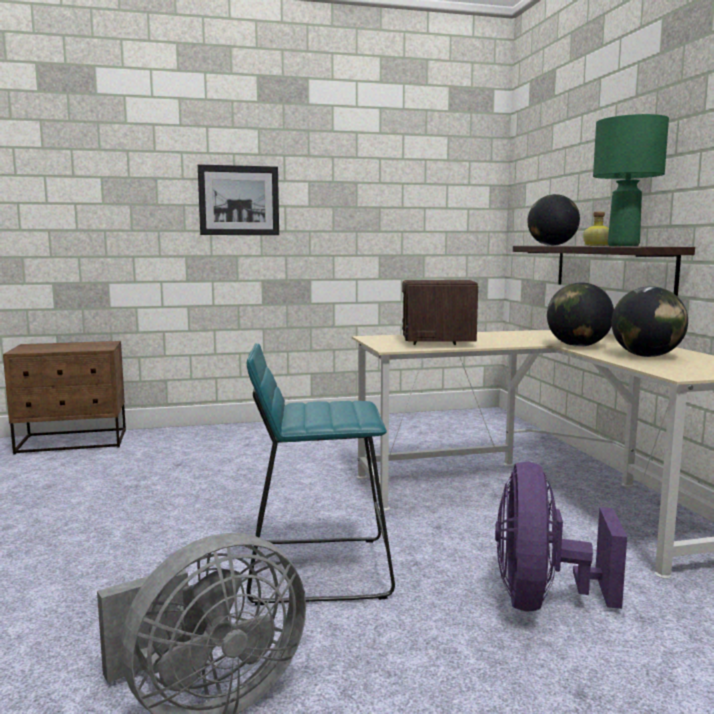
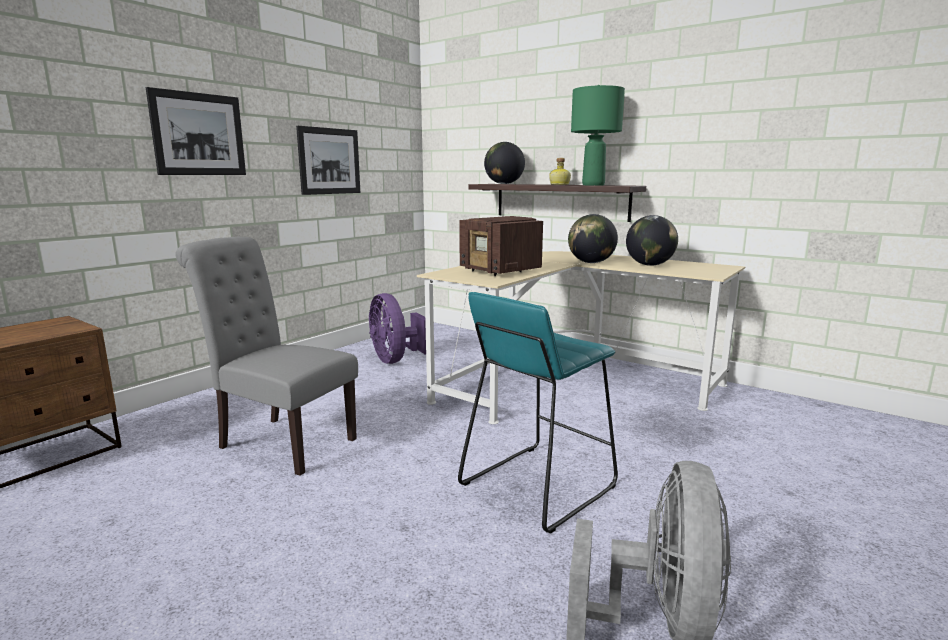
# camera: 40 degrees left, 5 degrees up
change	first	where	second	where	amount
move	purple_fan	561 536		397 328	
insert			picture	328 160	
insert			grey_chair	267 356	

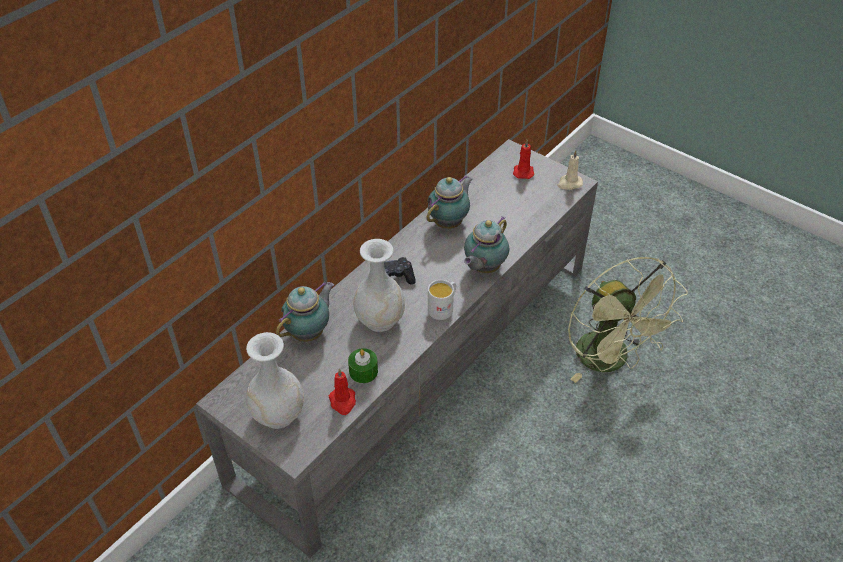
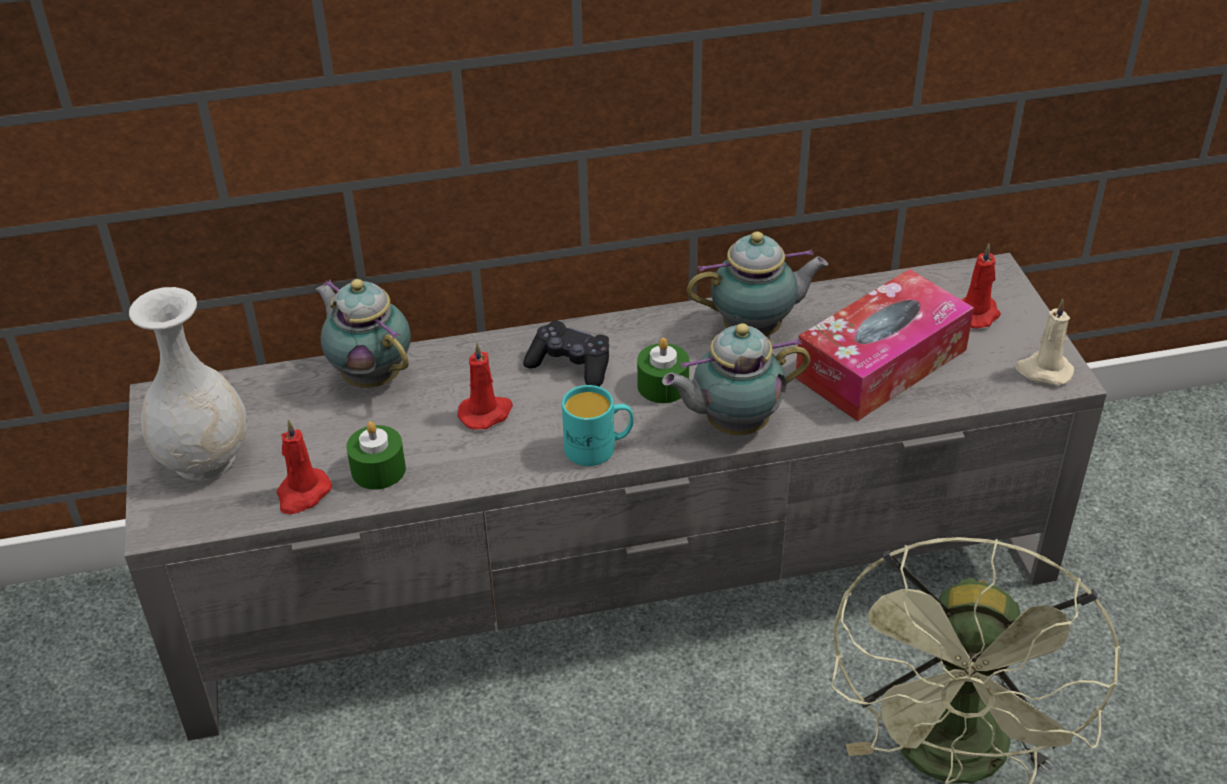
# camera: 40 degrees right, 5 degrees down
change	first	where	second	where	amount
replace	white_vase	379 285	red_candle	485 386	
recolor	white_mug	442 300	turquoise_mug	598 425	
rotate	teapot	305 312		363 333	120 degrees counterclockwise
insert			tissue_box	885 345	
insert			green_candle	663 370	

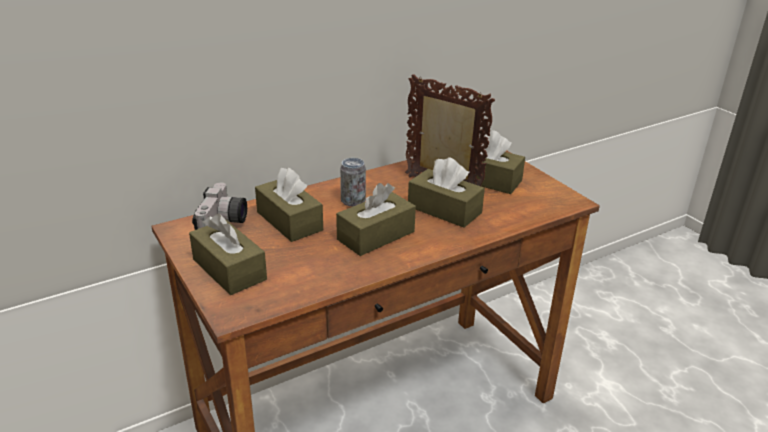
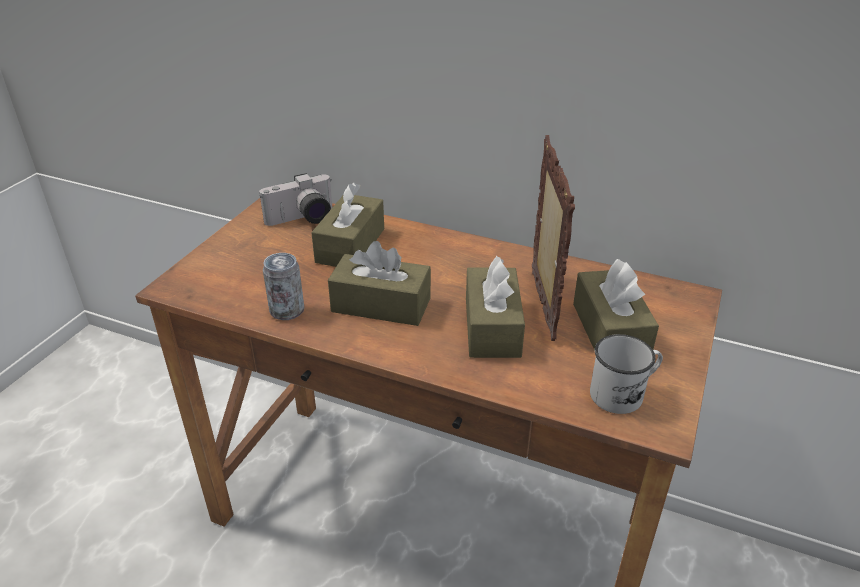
# camera: 55 degrees right, 5 degrees up
change	first	where	second	where	amount
move	can	353 182		283 286	
delete	brown_tissue_box	228 254			
insert			white_mug	626 374	

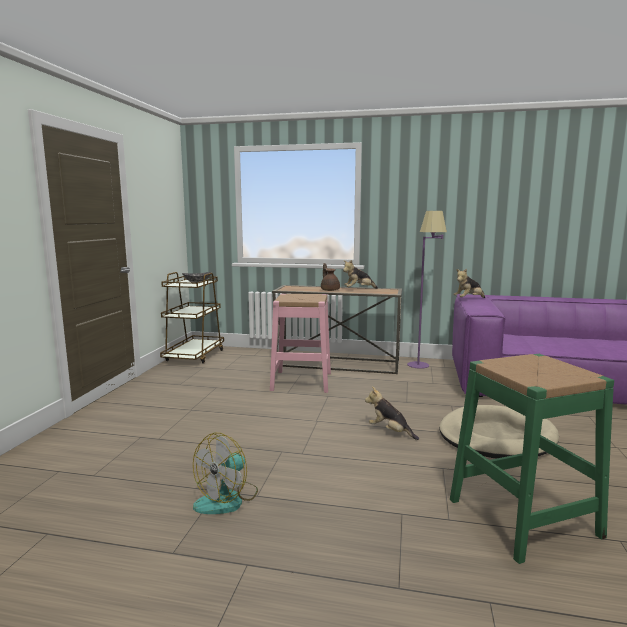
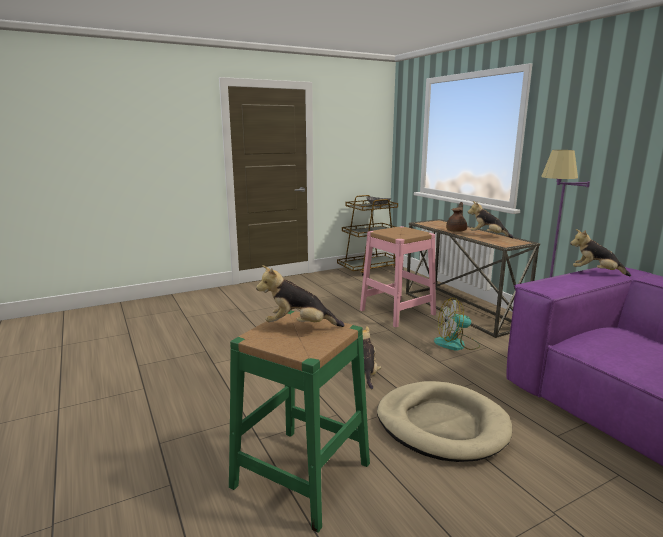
# camera: 50 degrees right, 5 degrees up
change	first	where	second	where	amount
move	fan	225 473		457 324	
insert			plush_toy	300 296	

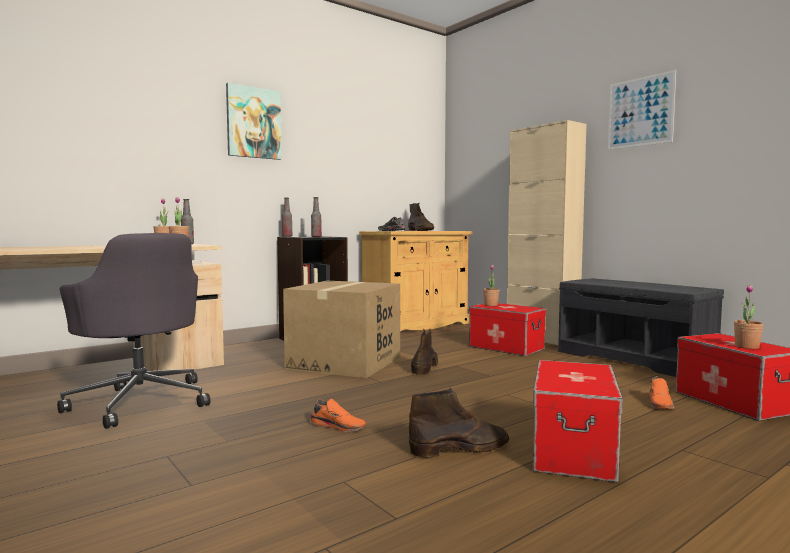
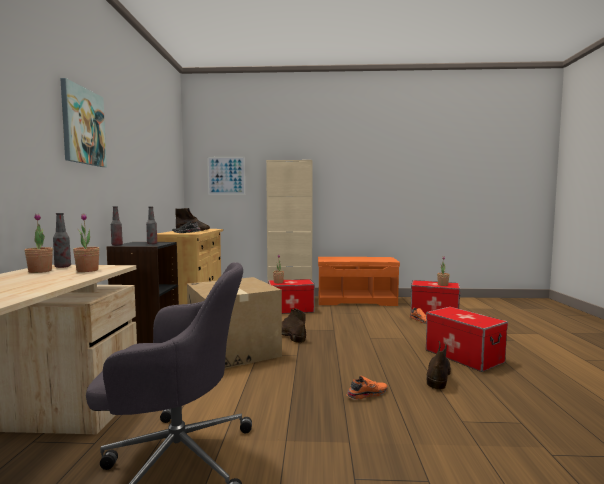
# camera: 50 degrees left, 0 degrees up
change	first	where	second	where	amount
move	picture	642 110		226 176	
recolor	grey_bench	641 327	orange_bench	359 281	

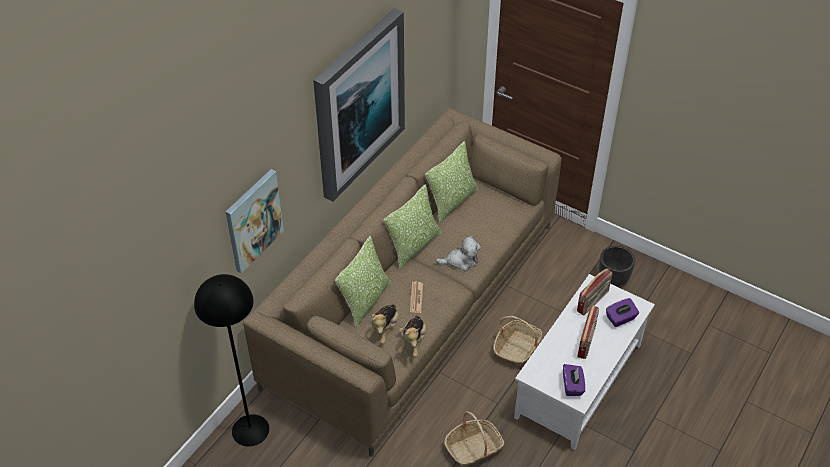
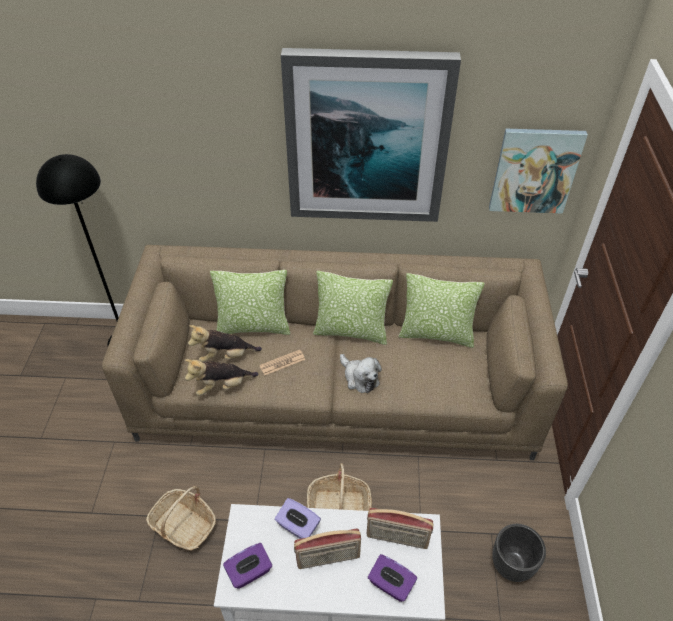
# camera: 60 degrees right, 0 degrees up
change	first	where	second	where	amount
move	picture	255 221		538 171	
insert			purple_tissue_box	298 518	

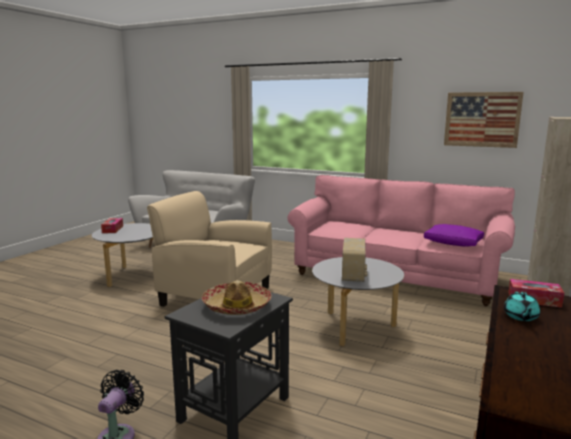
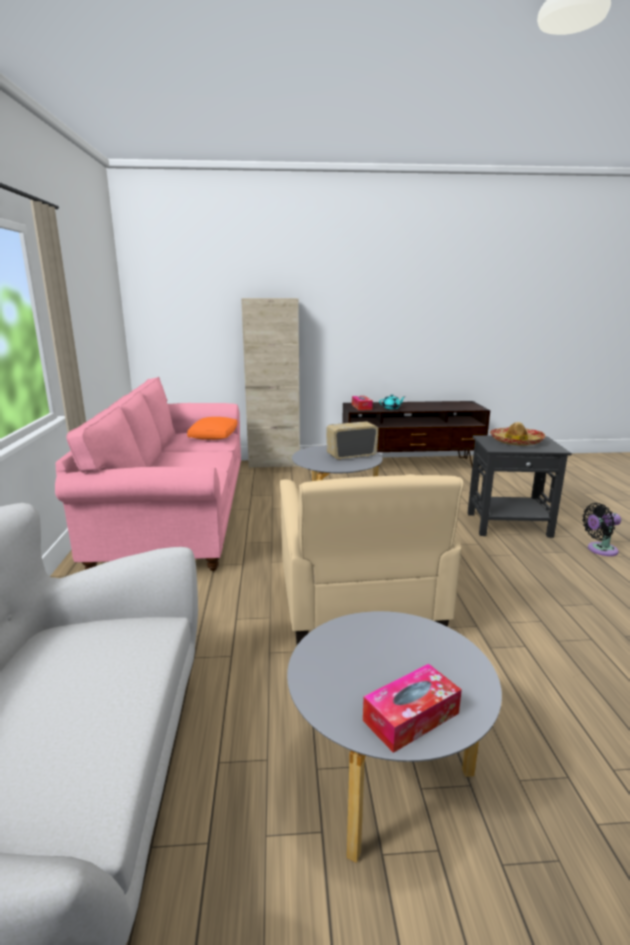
# camera: 120 degrees left, 5 degrees up
change	first	where	second	where	amount
delete	picture	484 120			
recolor	purple_pillow	454 235	orange_pillow	212 428	

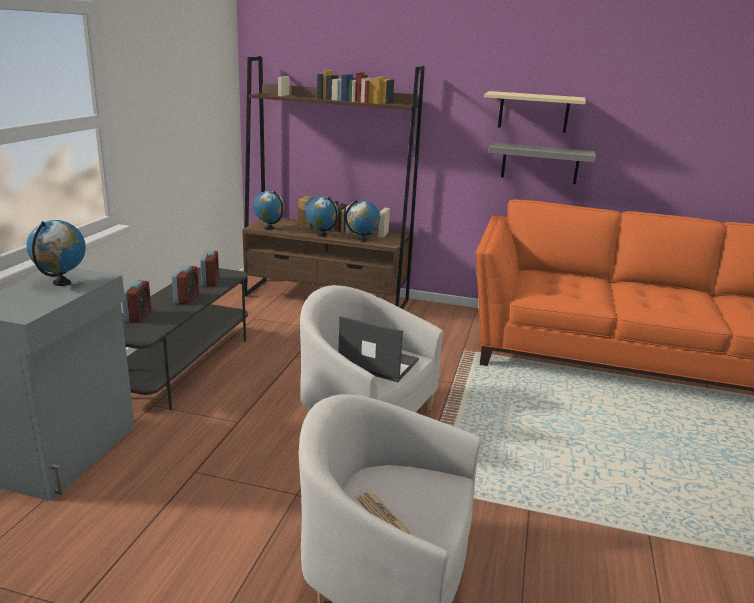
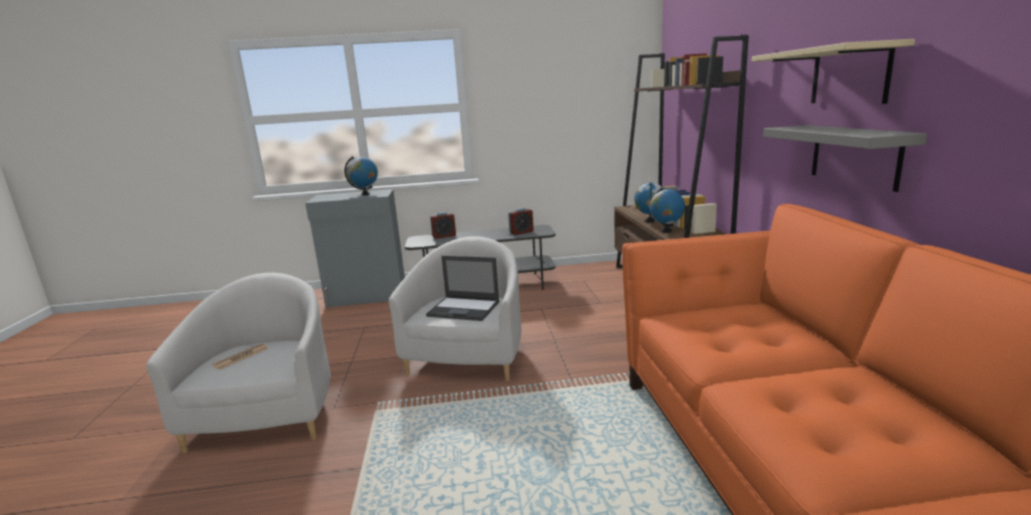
# camera: 70 degrees right, 5 degrees down
change	first	where	second	where	amount
delete	globe	269 210			
delete	alarm_clock	185 285			
rotate	laptop	378 349		462 288	105 degrees clockwise

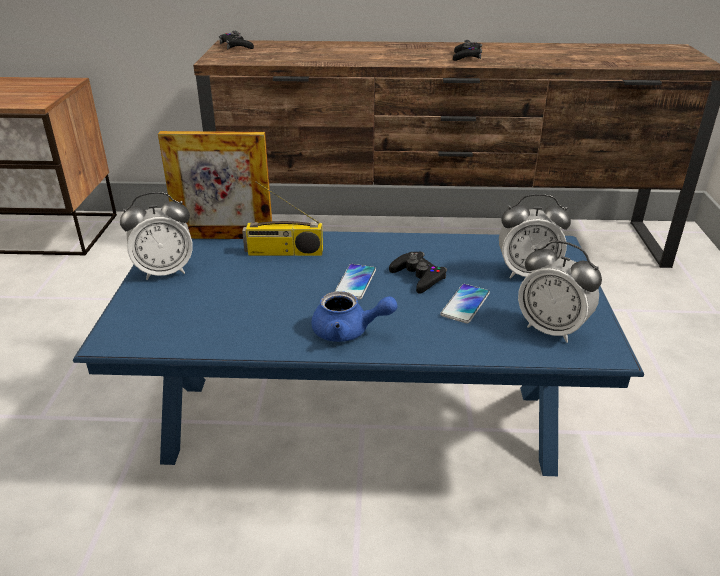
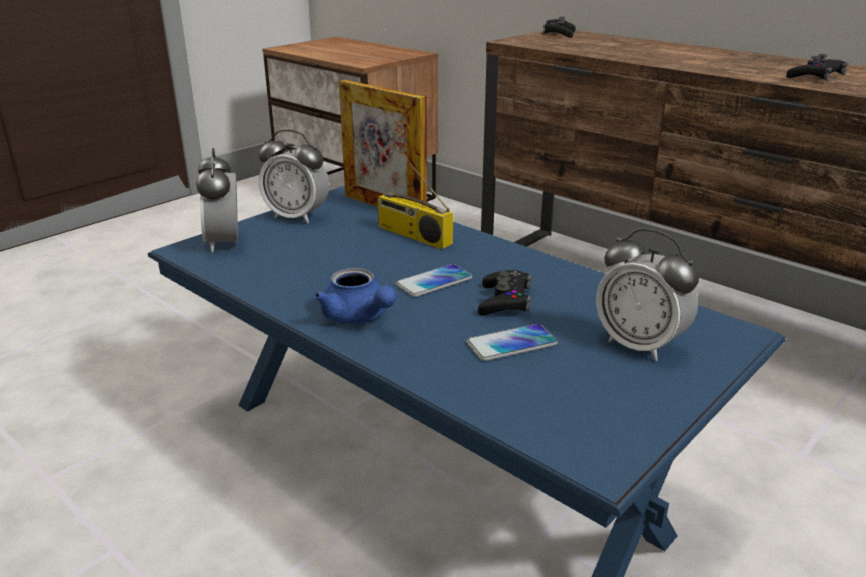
# camera: 40 degrees right, 5 degrees down
change	first	where	second	where	amount
move	alarm_clock	560 292		217 200	

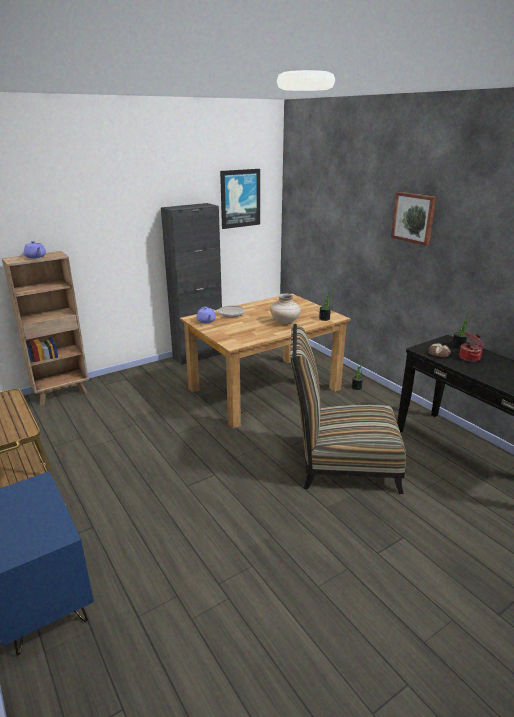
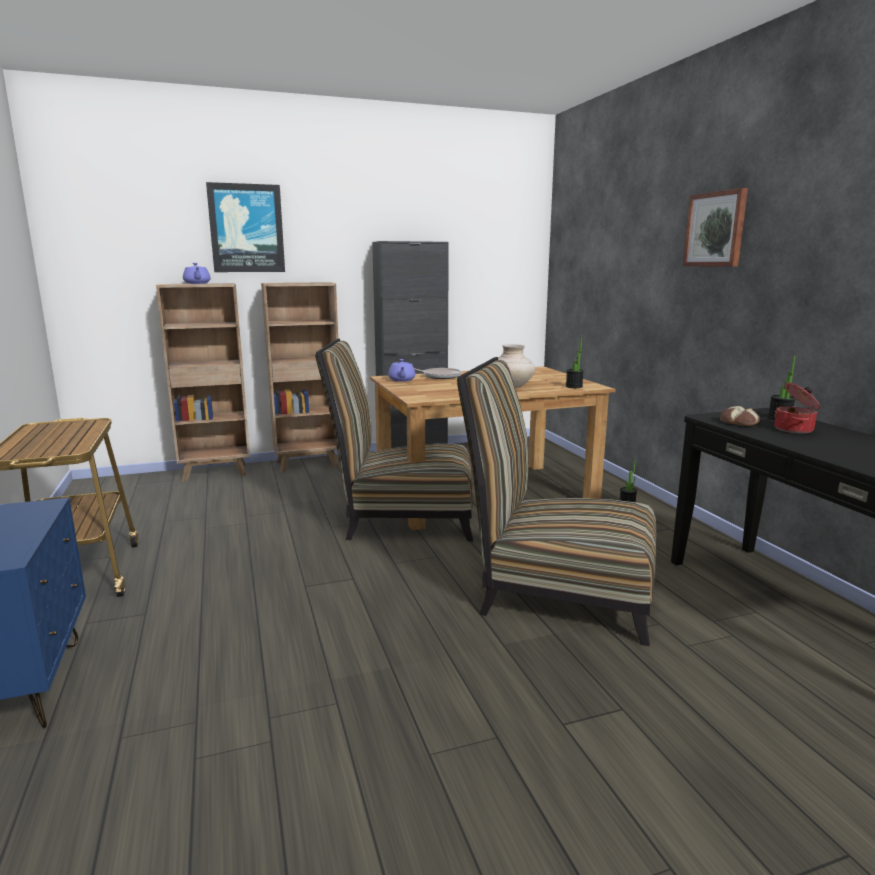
# camera: 15 degrees right, 10 degrees down
change	first	where	second	where	amount
move	picture	240 199		245 227	
insert			brown_bookcase	300 377	
insert			chair	394 440	

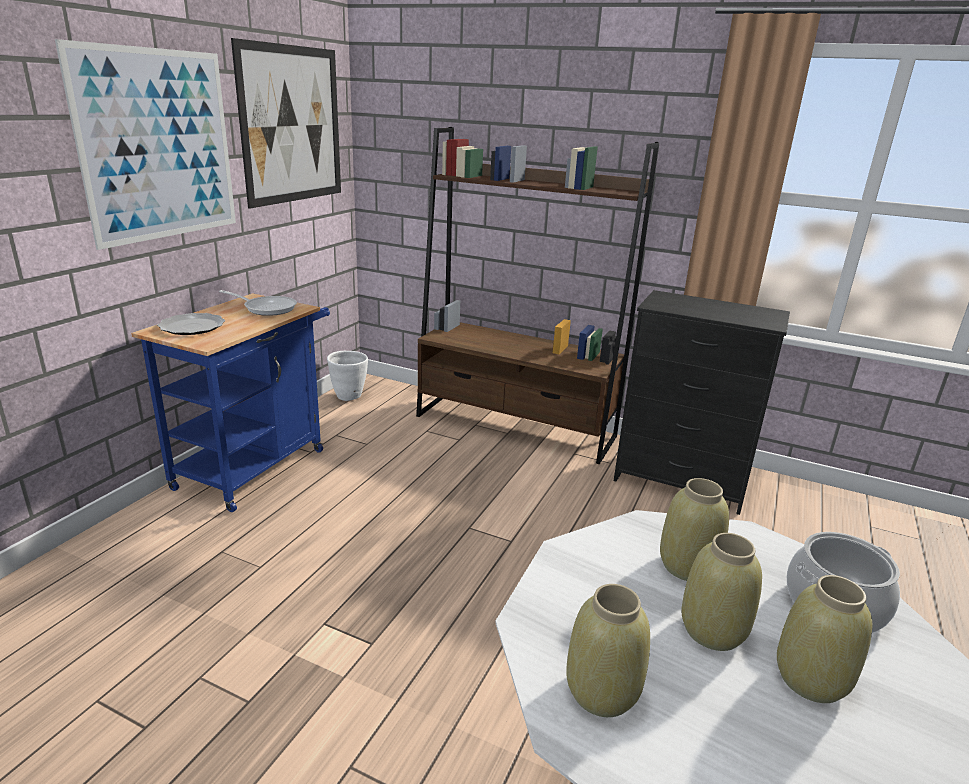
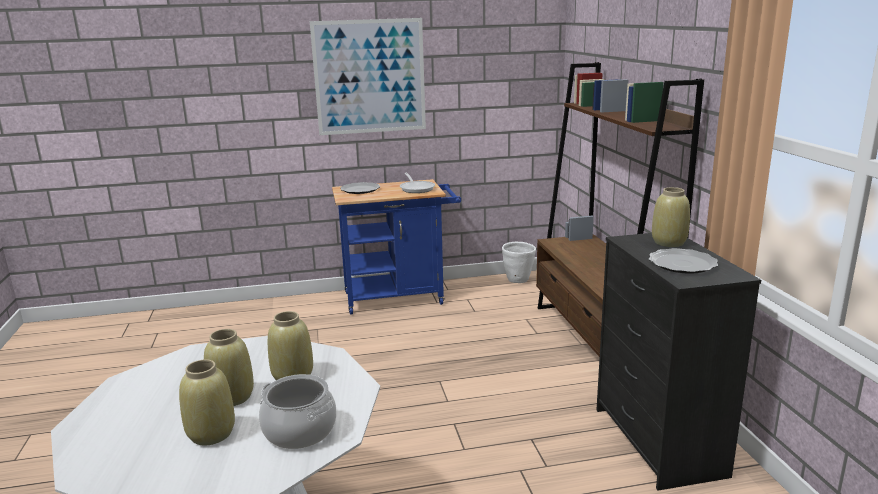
# camera: 55 degrees right, 5 degrees down
change	first	where	second	where	amount
delete	picture	286 123			
move	beige_vase	608 650		671 217	
insert			plate	683 261	

